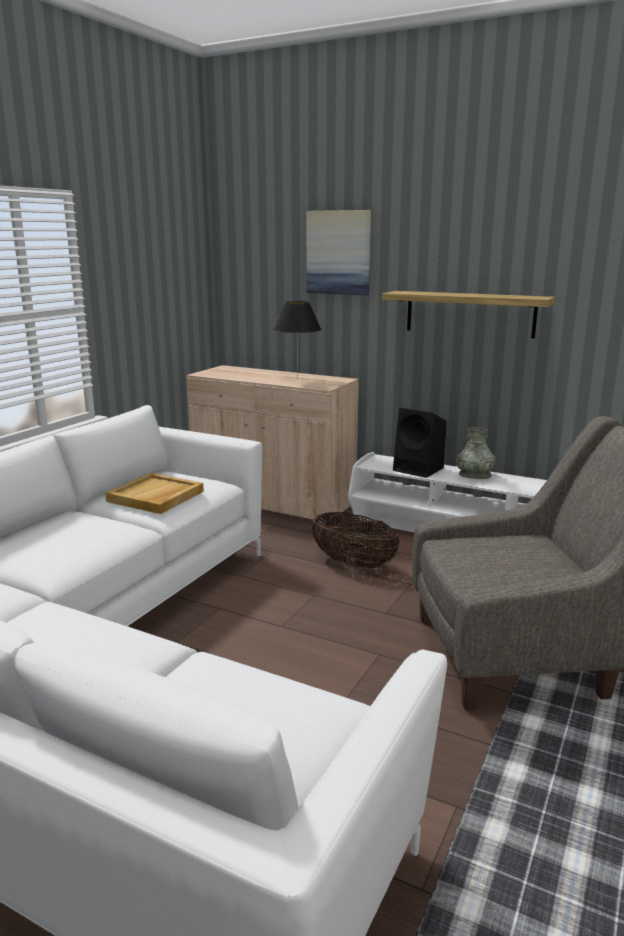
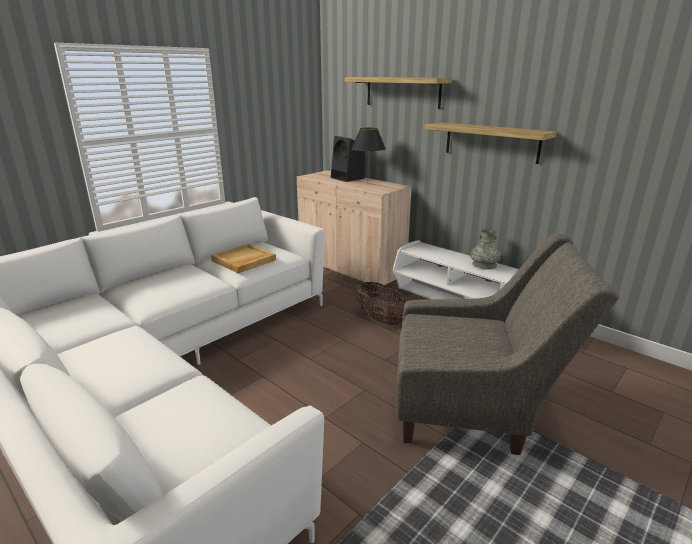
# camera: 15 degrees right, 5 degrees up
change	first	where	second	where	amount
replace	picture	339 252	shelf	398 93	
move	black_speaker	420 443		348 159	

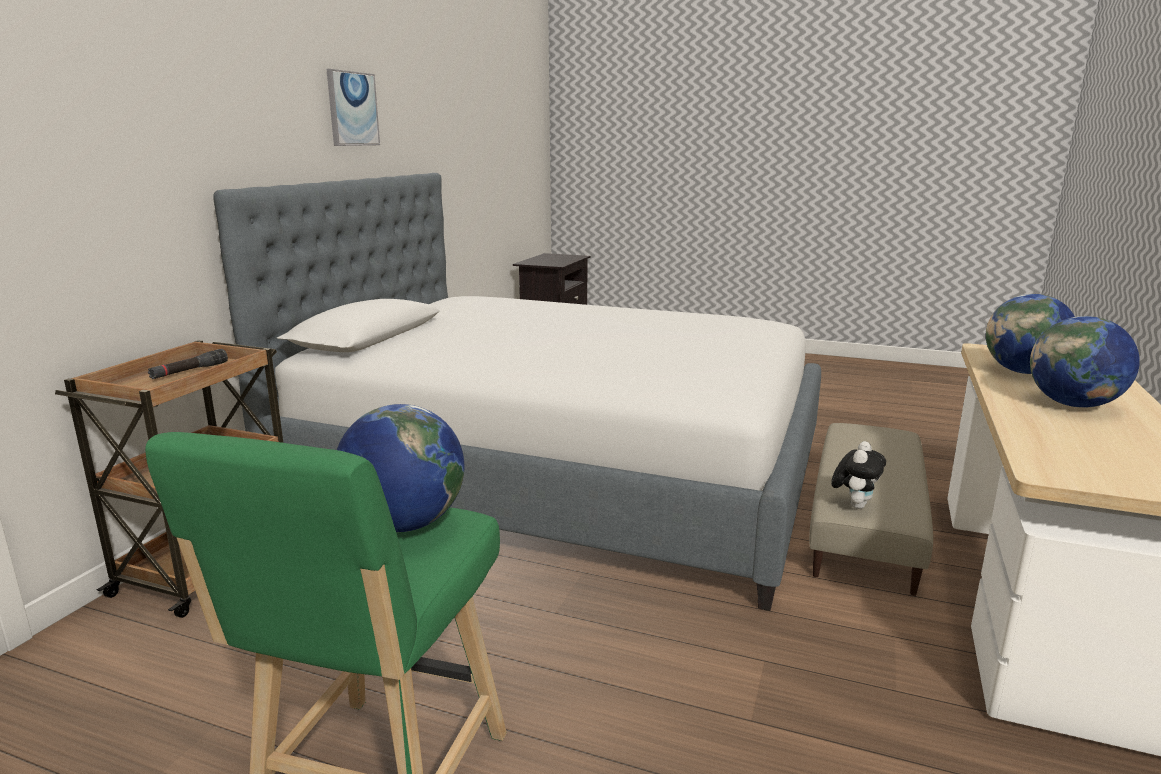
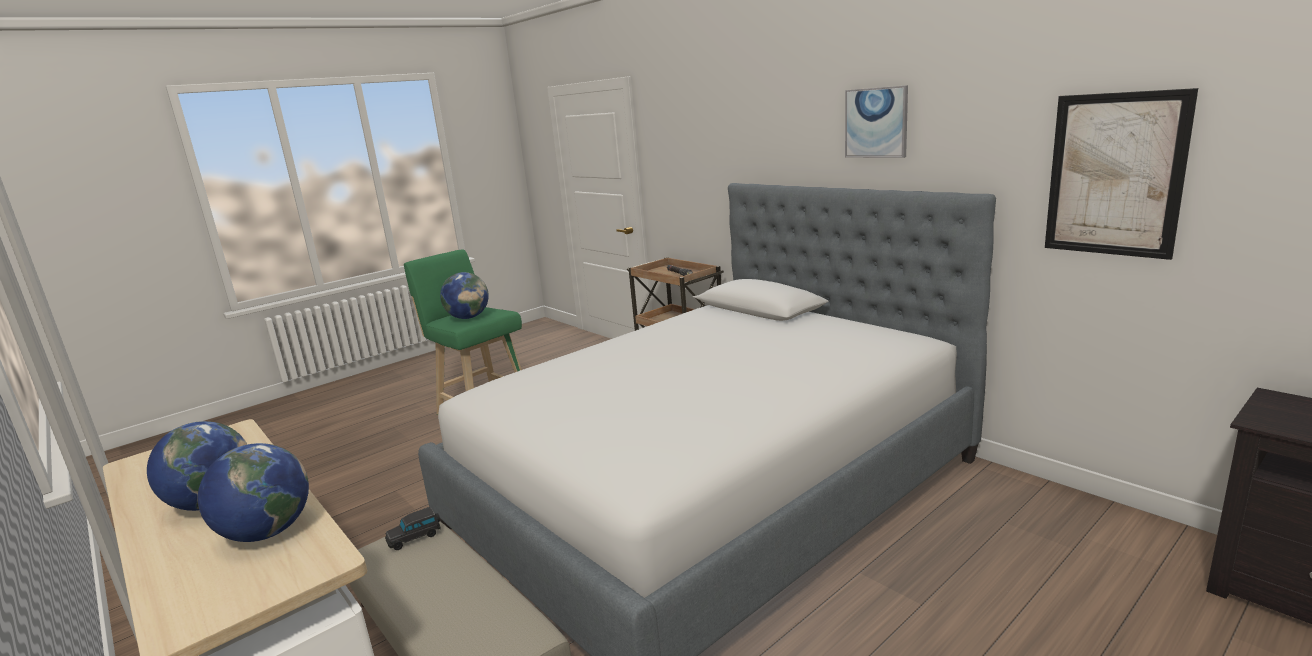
# camera: 120 degrees right, 0 degrees up
change	first	where	second	where	amount
replace	plush_toy	858 475	black_toy_car	413 528	
insert			picture	1121 174	

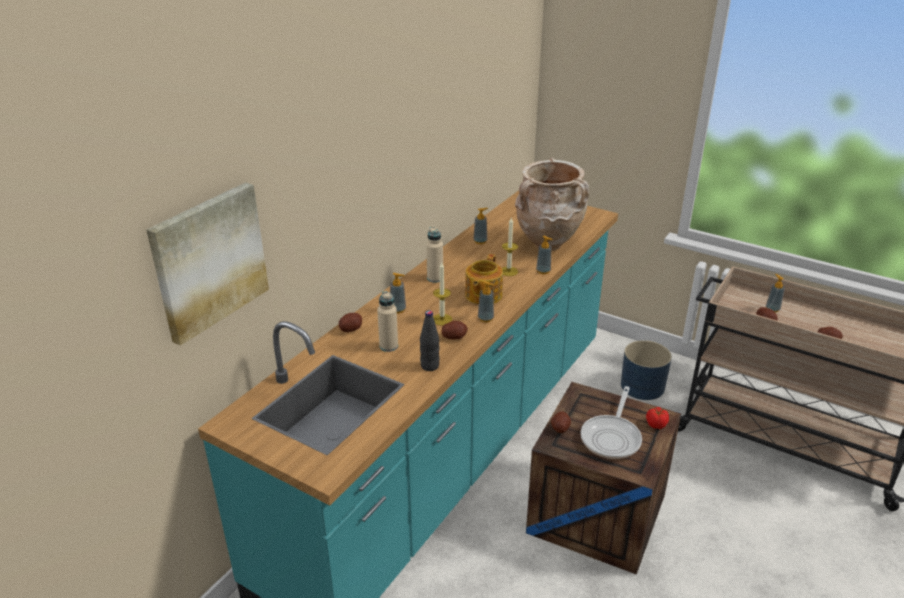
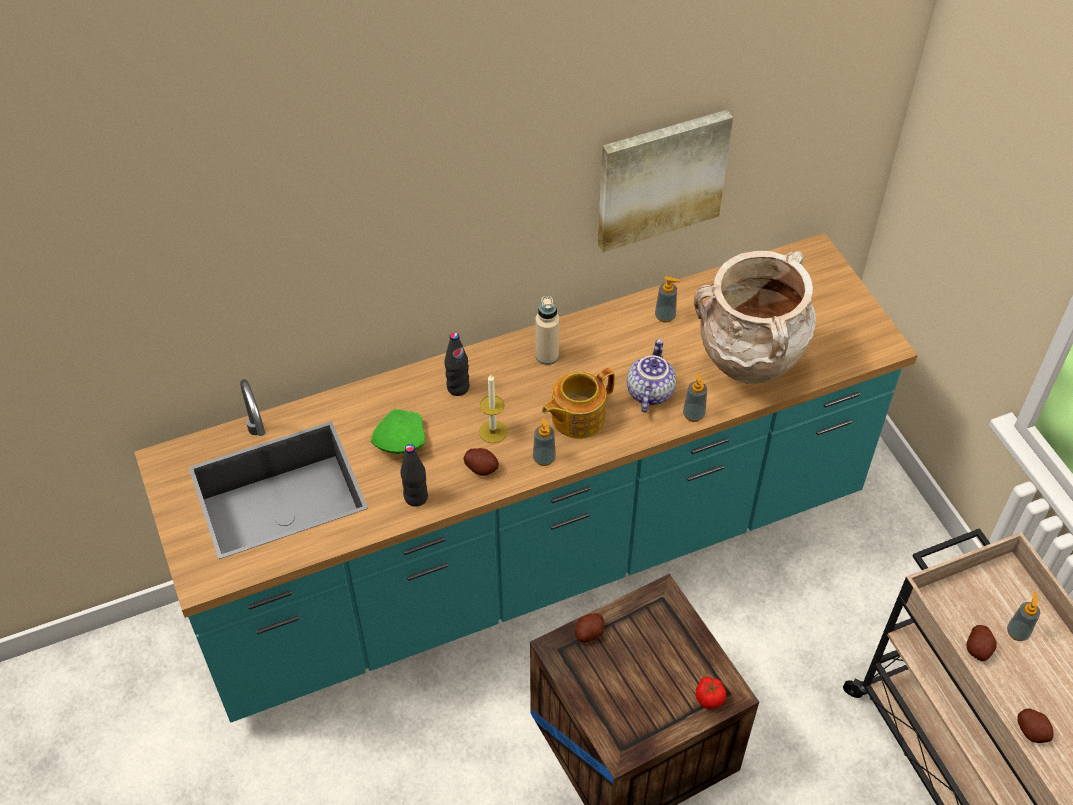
# camera: 35 degrees right, 20 degrees up
change	first	where	second	where	amount
move	picture	207 264		665 181	
replace	candle	510 247	teapot	651 376	
replace	soap_dispenser	398 293	black_bottle	457 364	
replace	beige_bottle	387 321	green_plate	397 431	
delete	potato	350 322			
delete	blue_planter	646 370			
delete	frying_pan	611 422			

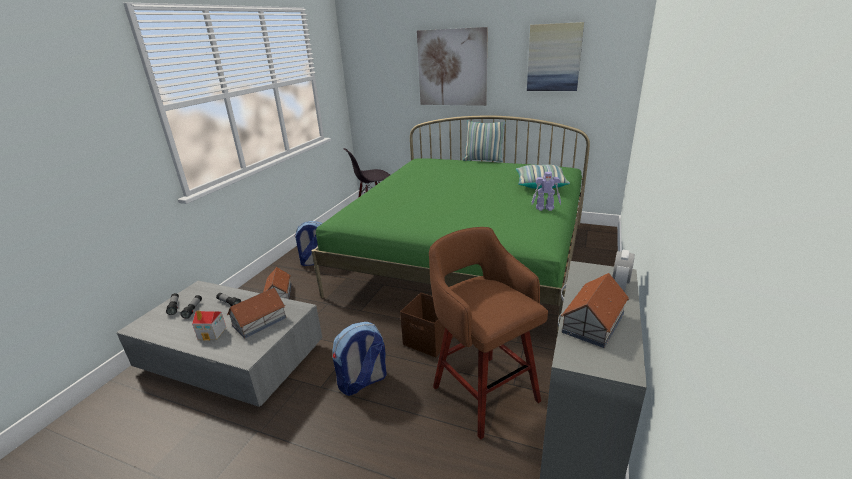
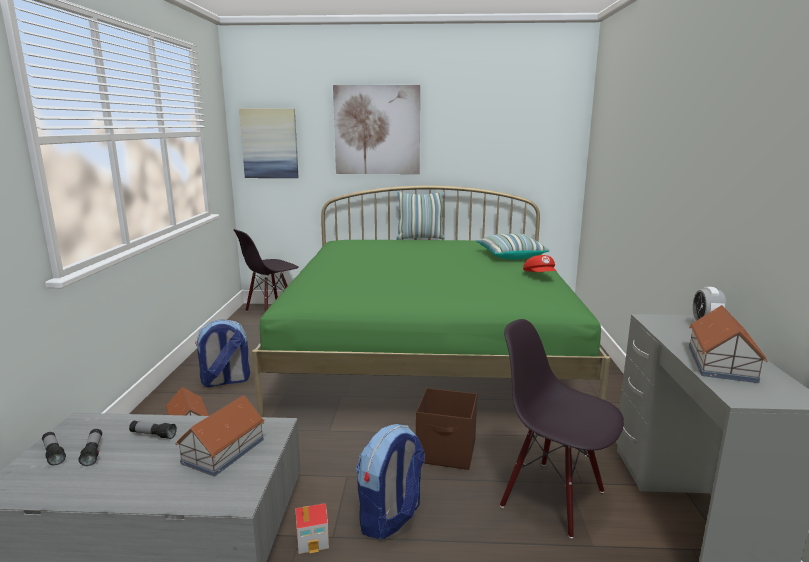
# camera: 20 degrees left, 10 degrees down
change	first	where	second	where	amount
move	picture	555 56		269 143	
replace	toy_robot	546 191	red_cap	539 263	
replace	brown_stool	488 333	black_chair	562 428	
move	toy_house	209 326		312 528	

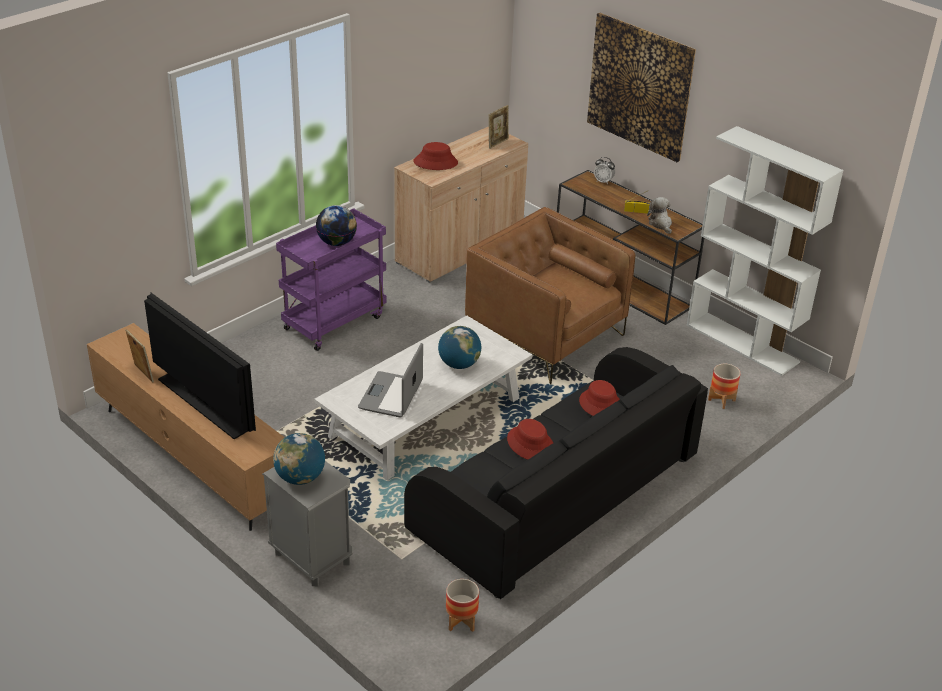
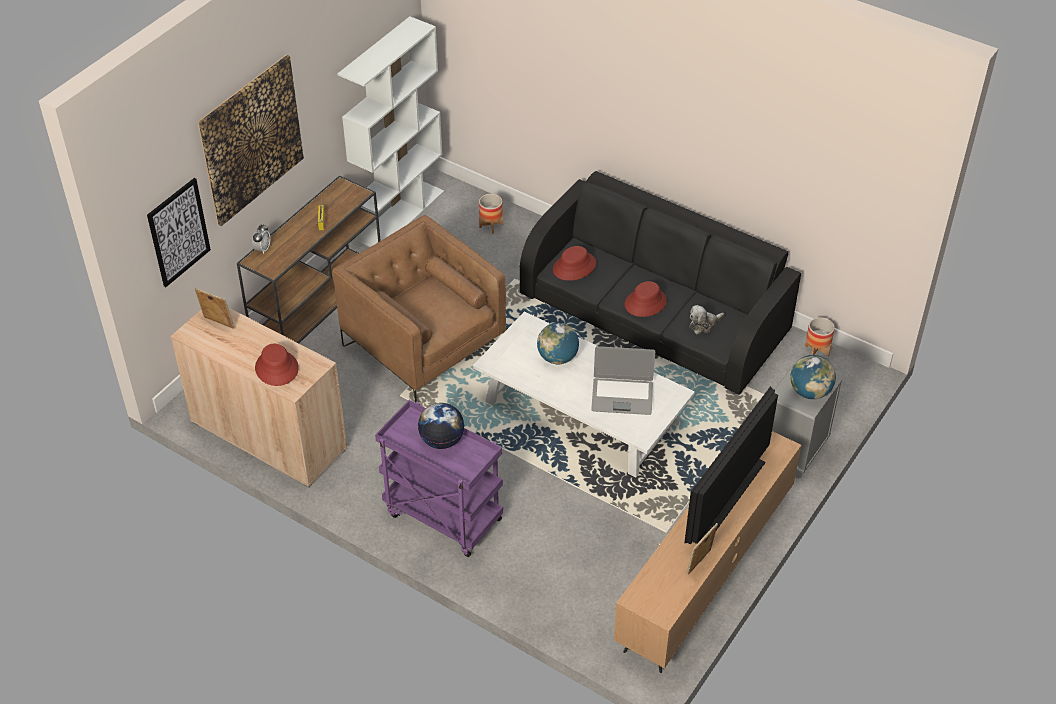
# camera: 100 degrees left, 10 degrees up
change	first	where	second	where	amount
move	plush_toy	659 215		706 319	
rotate	brown_armchair	550 295		419 308	105 degrees clockwise
insert			picture	179 232	

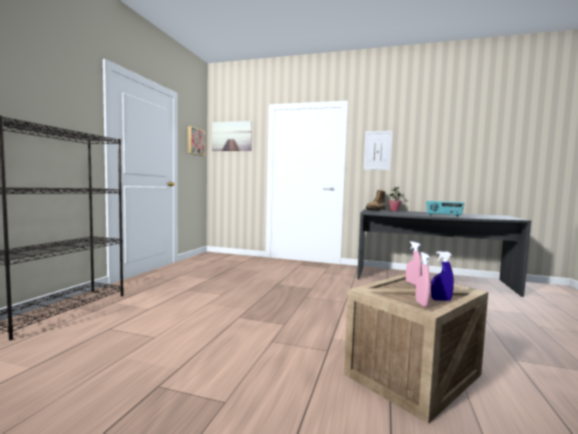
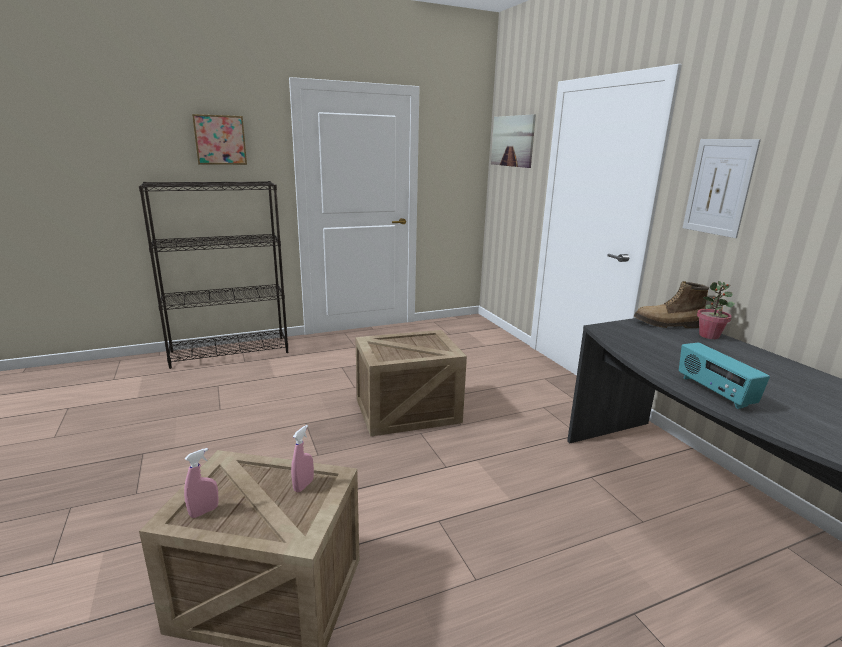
# camera: 50 degrees right, 15 degrees up
change	first	where	second	where	amount
move	picture	196 141		219 139	
delete	blue_spray_bottle	442 276			
insert			crate	411 383	

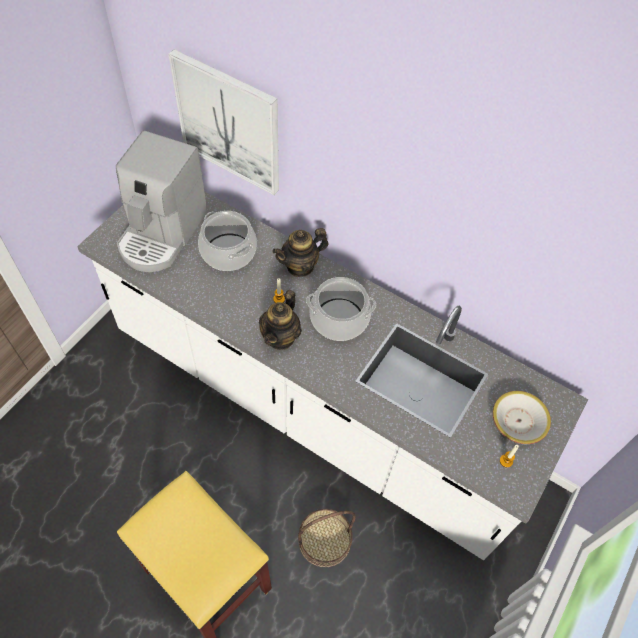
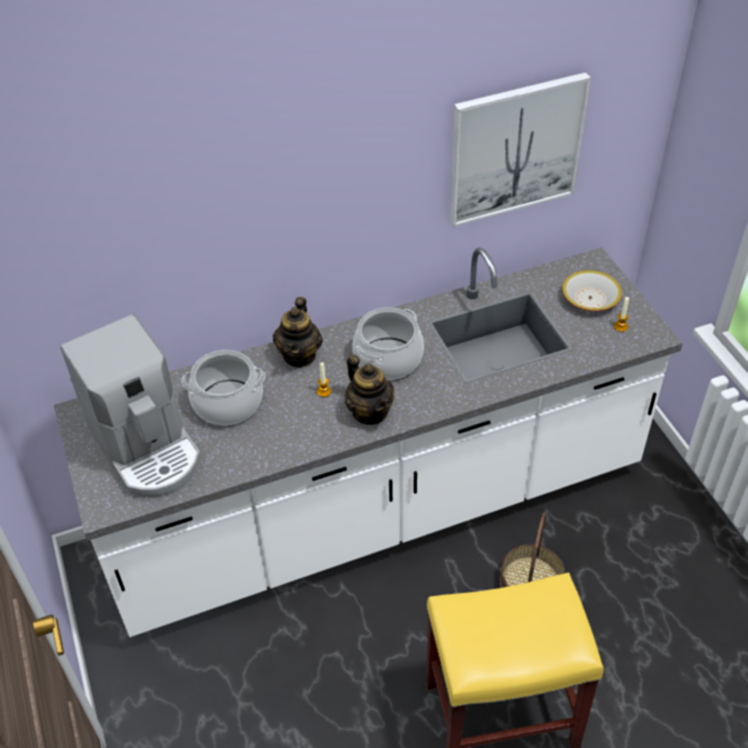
# camera: 50 degrees left, 10 degrees down
change	first	where	second	where	amount
move	picture	223 122		520 149	

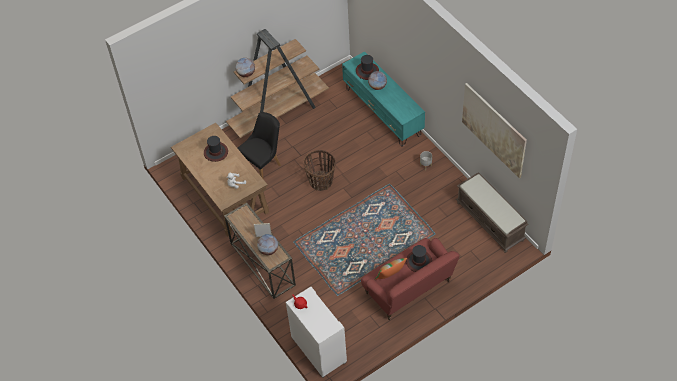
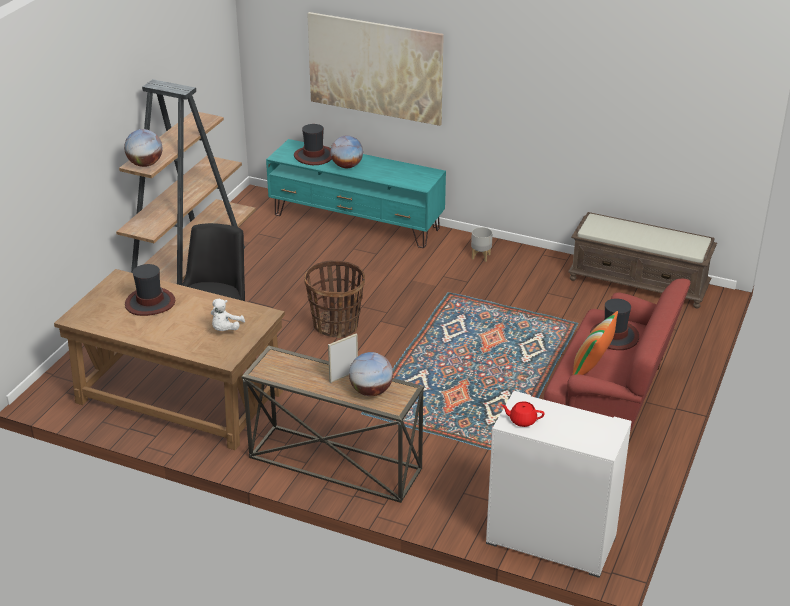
# camera: 35 degrees left, 20 degrees down
change	first	where	second	where	amount
move	picture	494 130		375 69	

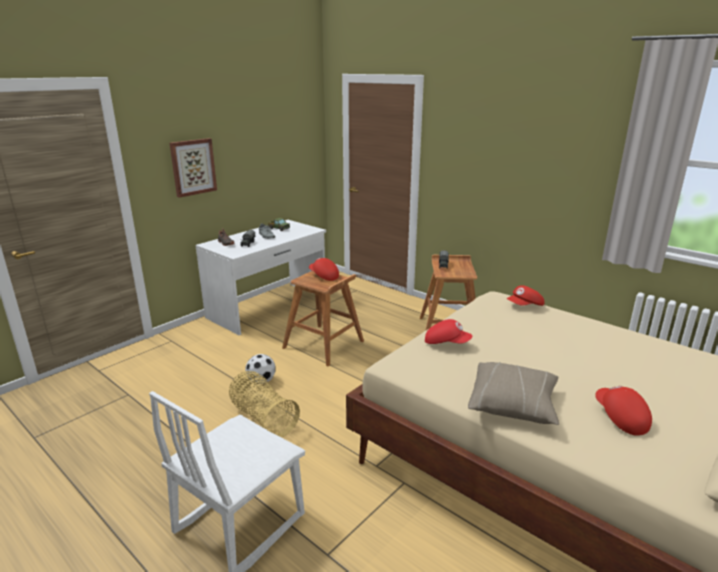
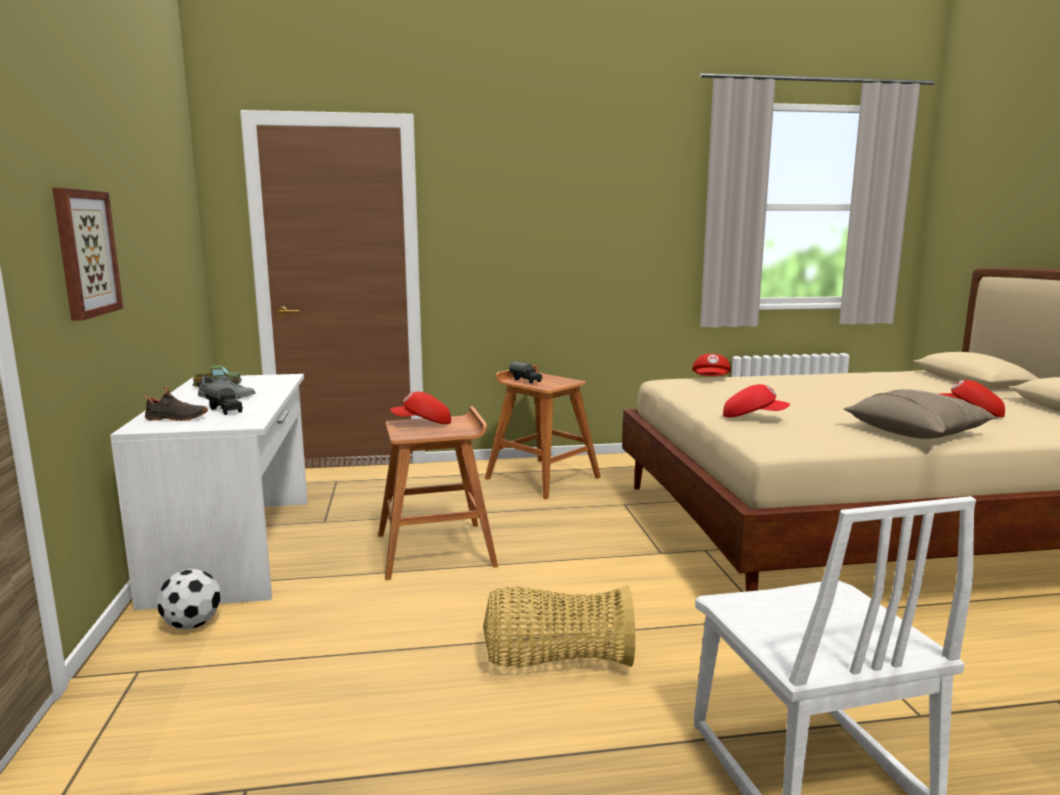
# camera: 50 degrees left, 10 degrees down
change	first	where	second	where	amount
rotate	red_cap	448 331		756 401	45 degrees clockwise
move	football	260 369		189 599	

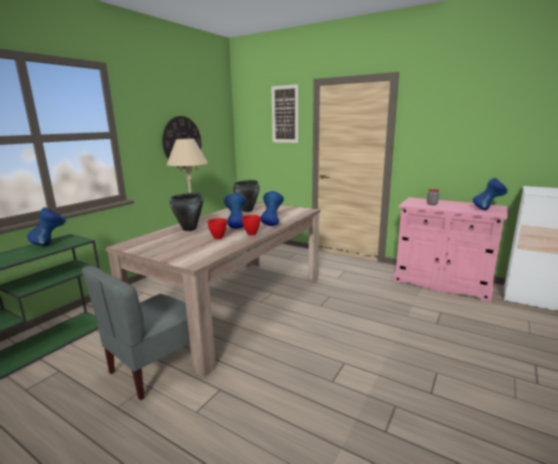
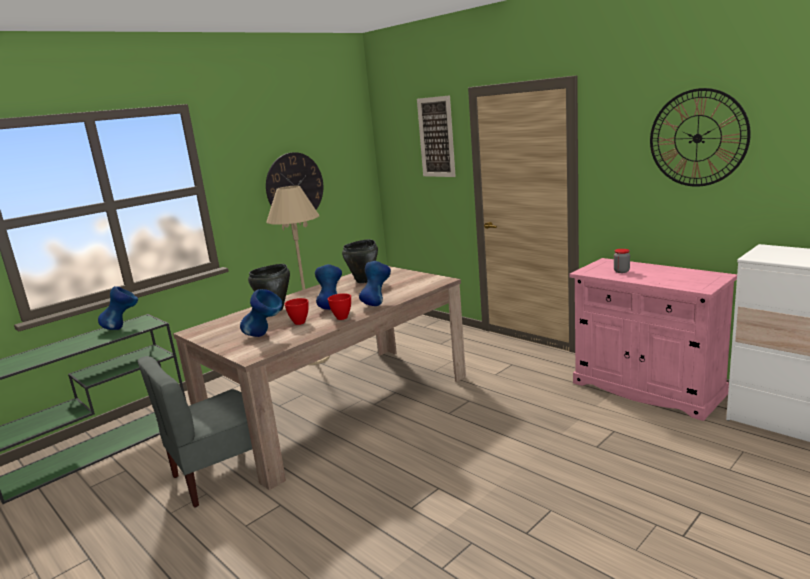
# camera: 15 degrees right, 0 degrees up
change	first	where	second	where	amount
move	blue_vase	490 194		261 313	
insert			wall_clock	700 137	

